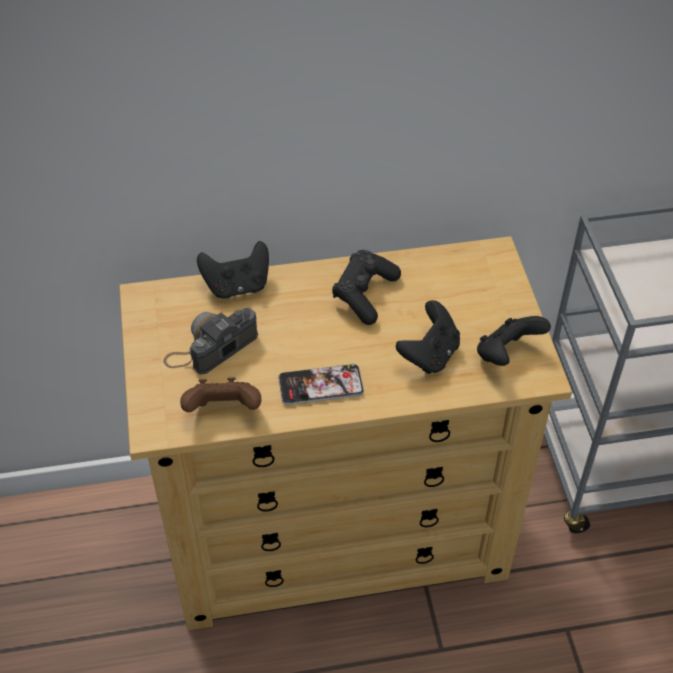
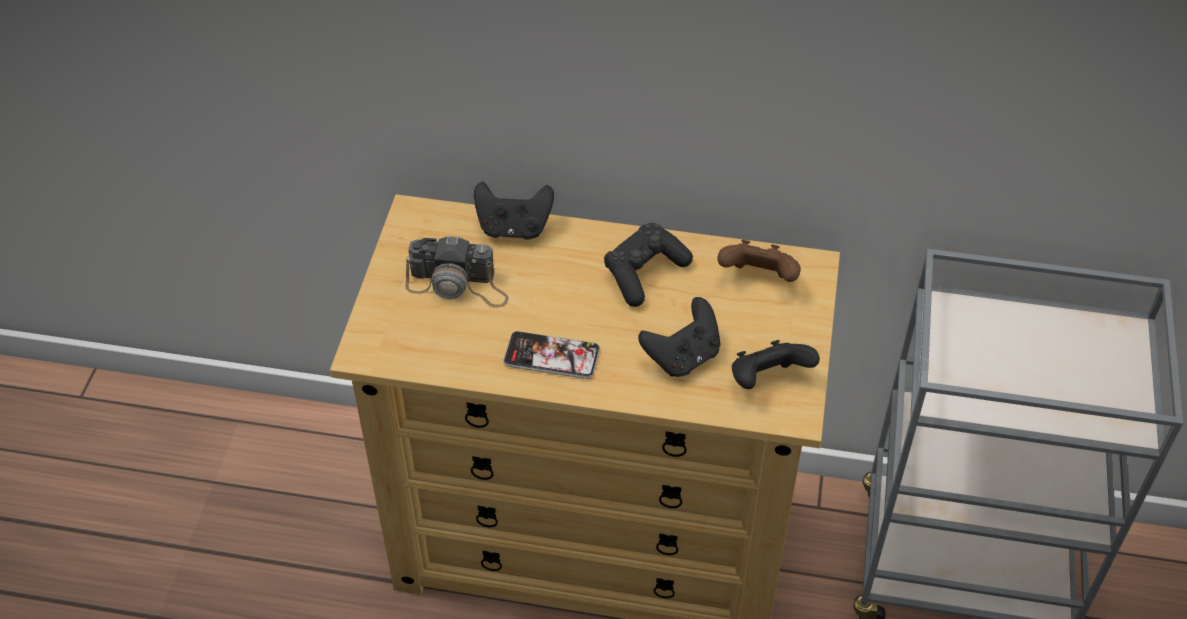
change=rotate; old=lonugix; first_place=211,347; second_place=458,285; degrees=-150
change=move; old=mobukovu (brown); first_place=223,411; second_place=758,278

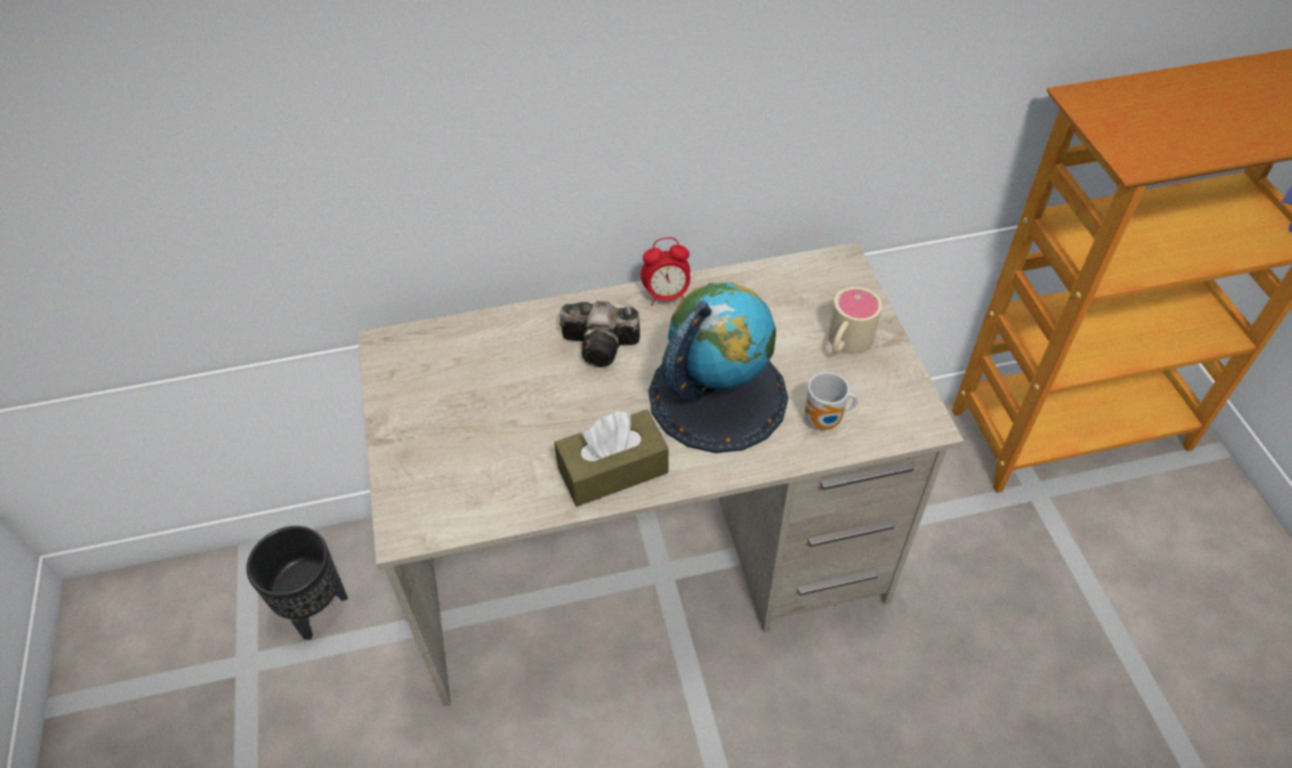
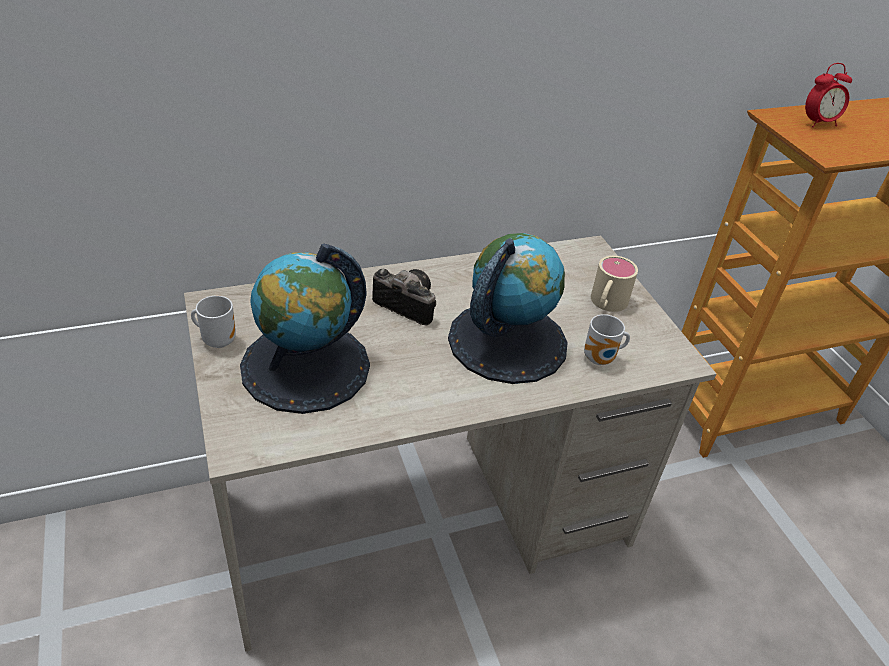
change=move; old=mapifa; first_place=666,296; second_place=818,123
change=rotate; old=lonugix; first_place=603,345; second_place=404,304; degrees=-150
change=delete; old=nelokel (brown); first_place=612,470
change=delete; old=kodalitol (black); first_place=317,609
change=insert; new=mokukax; second_place=305,367
change=insert; new=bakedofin; second_place=218,340

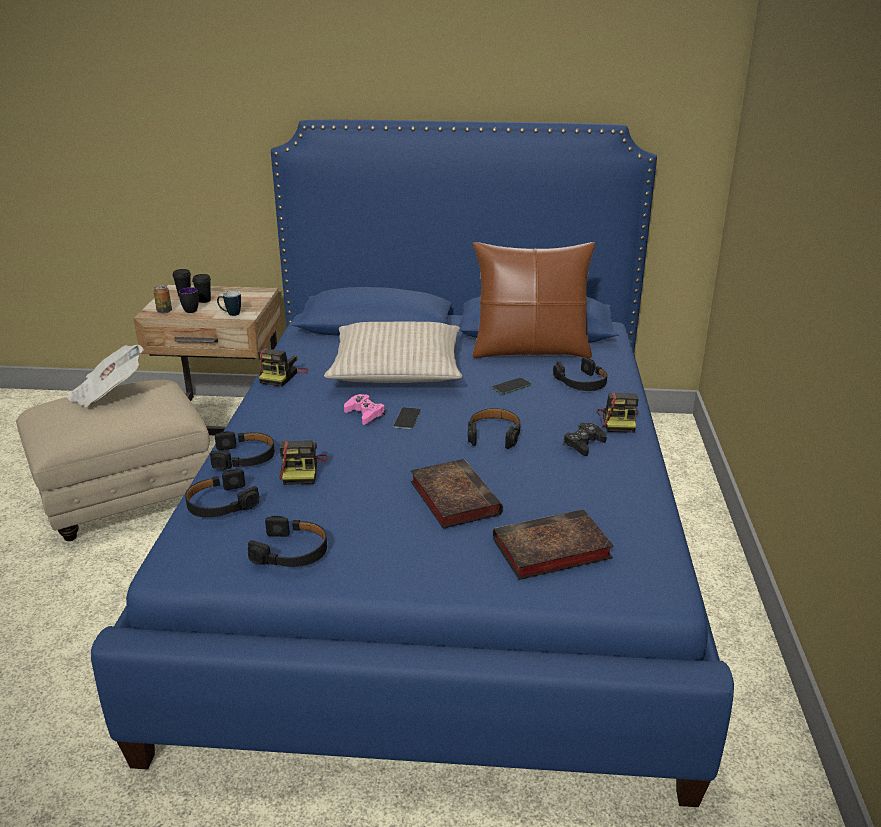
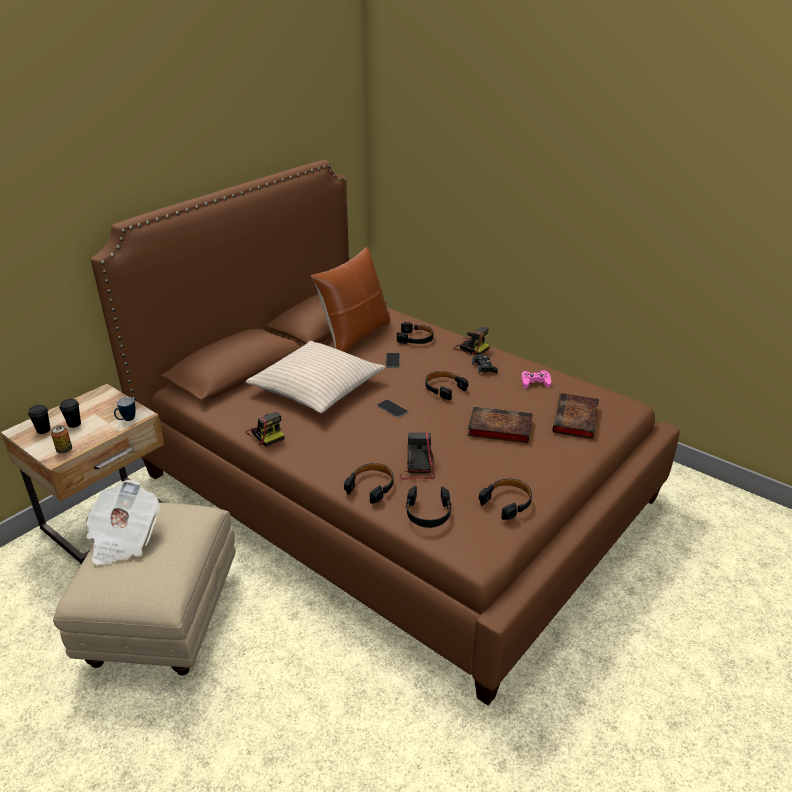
change=recolor; old=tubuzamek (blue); new=tubuzamek (brown); first_place=439,544; second_place=394,486
change=delete; old=bakedofin; first_place=189,310
change=move; old=mobukovu (pink); first_place=365,414; second_place=535,382
change=rotate; old=lonugix; first_place=302,470; second_place=418,467; degrees=-120

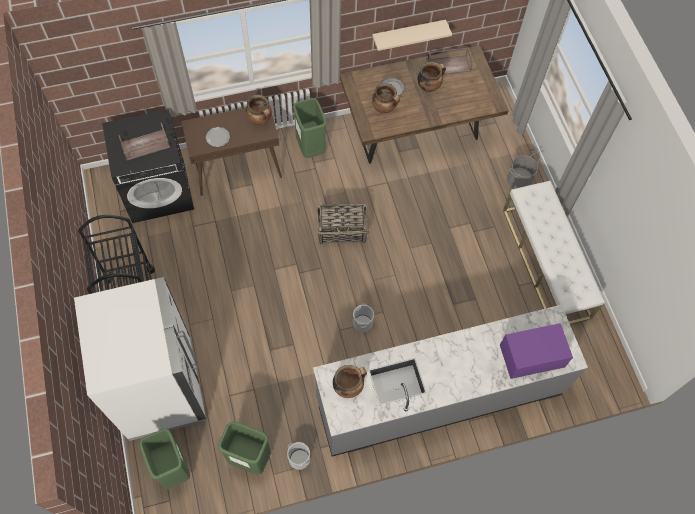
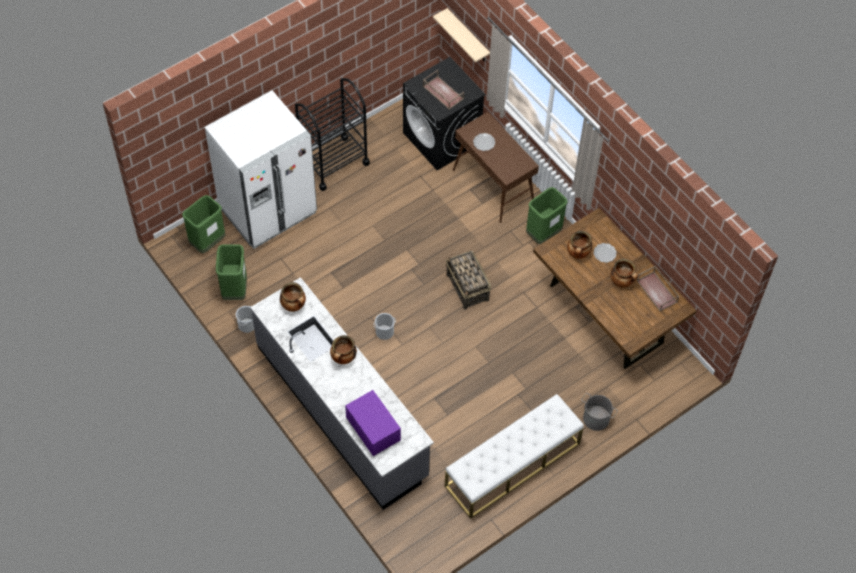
change=move; old=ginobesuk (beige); first_place=408,34; second_place=468,36
change=move; old=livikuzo; first_place=260,120; second_place=343,359

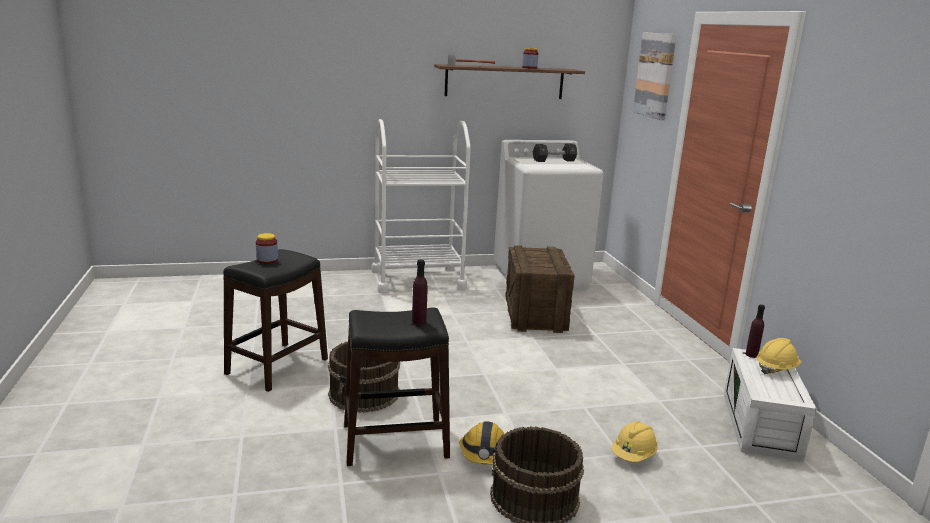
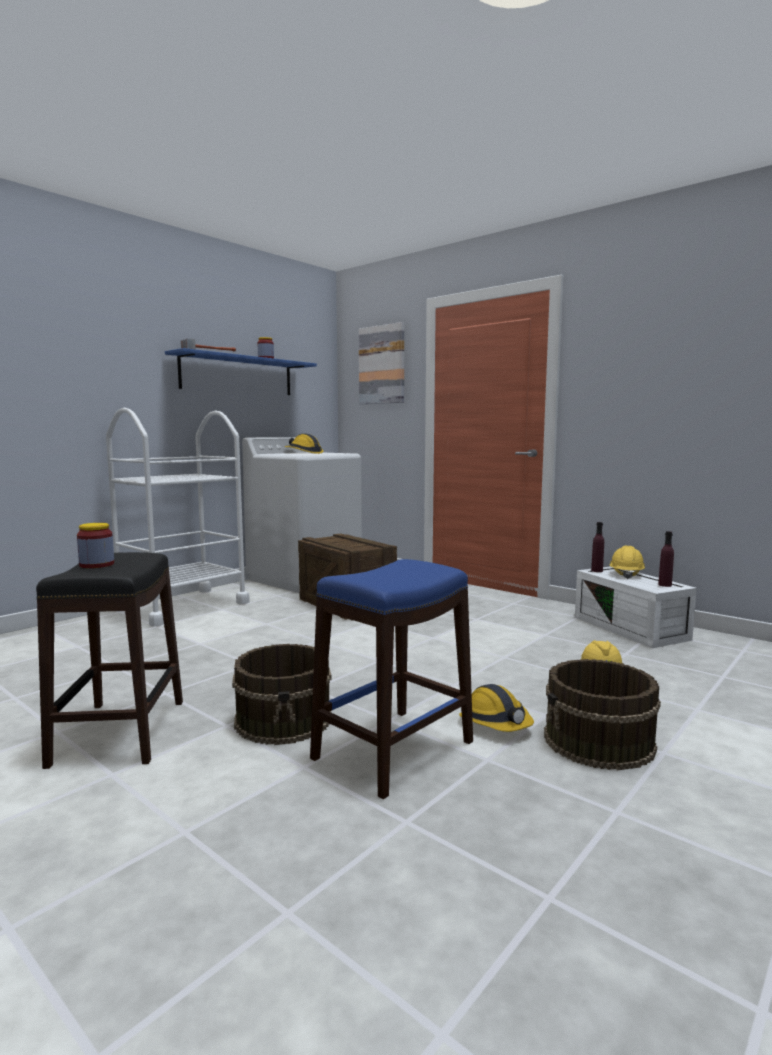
change=recolor; old=ginobesuk (brown); new=ginobesuk (blue); first_place=504,82; second_place=238,375
change=replace; old=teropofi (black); new=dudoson; first_place=554,160; second_place=304,453
change=move; old=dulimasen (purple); first_place=419,321; second_place=665,585
change=recolor; old=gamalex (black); new=gamalex (blue); first_place=394,440; second_place=392,750

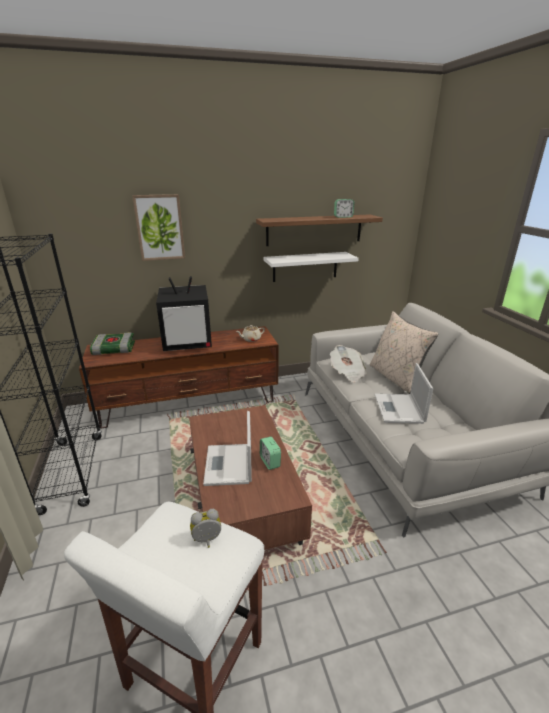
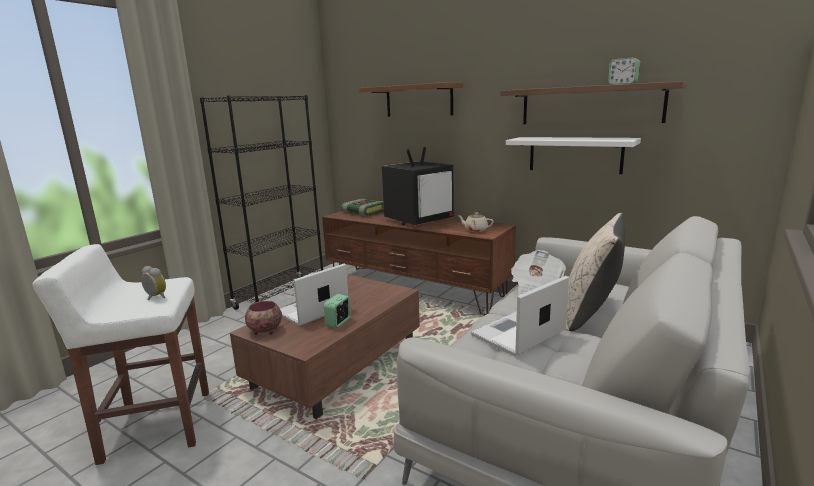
change=replace; old=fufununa; new=ginobesuk (brown); first_place=160,227; second_place=419,100
change=rotate; old=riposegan; first_place=188,343; second_place=419,220; degrees=-75
change=insert; new=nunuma; second_place=264,331

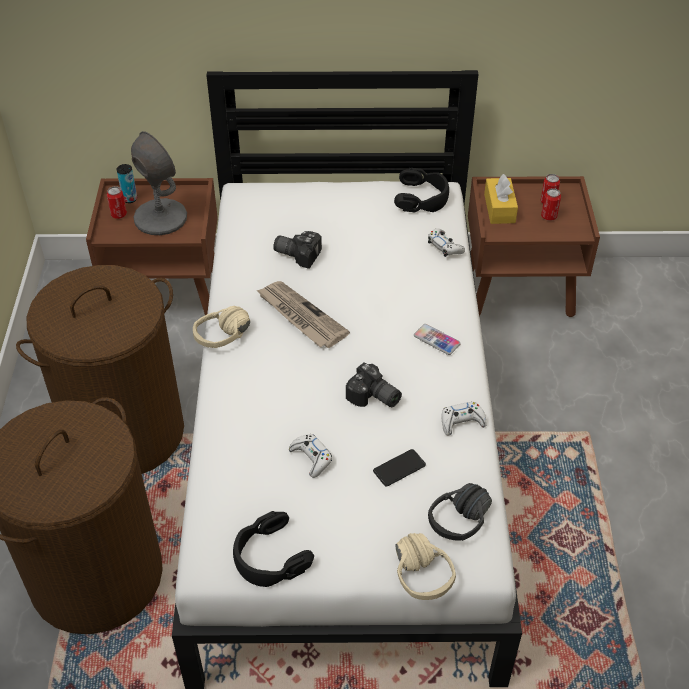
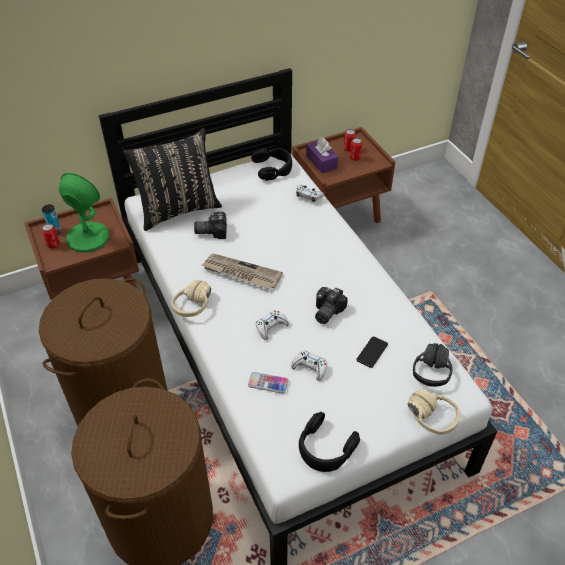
change=recolor; old=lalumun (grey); new=lalumun (green); first_place=160,218; second_place=87,237
change=recolor; old=nelokel (yellow); new=nelokel (purple); first_place=499,208; second_place=321,162
change=move; old=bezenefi; first_place=436,340; second_place=268,383
change=rotate; old=lonugix; first_place=373,398; second_place=325,311; degrees=105
change=move; old=mobukovu (white); first_place=461,422; second_place=271,327
change=insert; new=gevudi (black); second_place=178,209

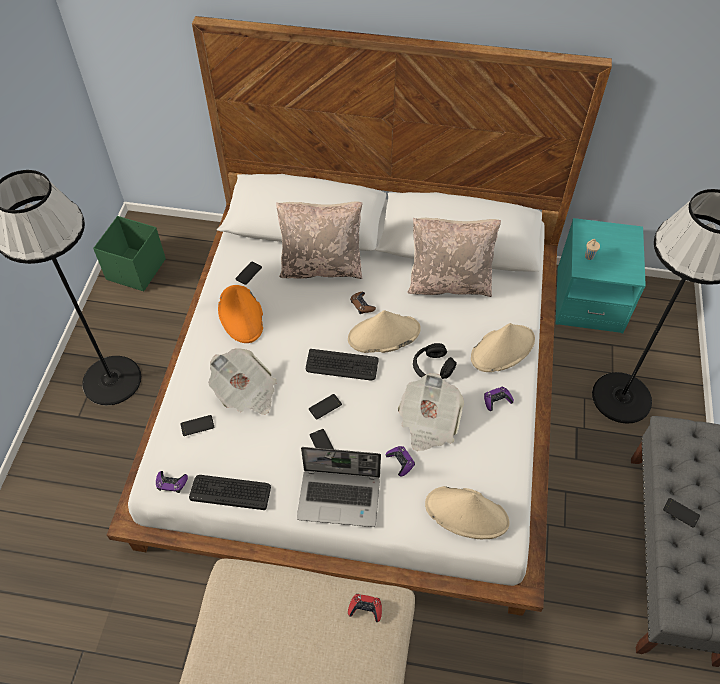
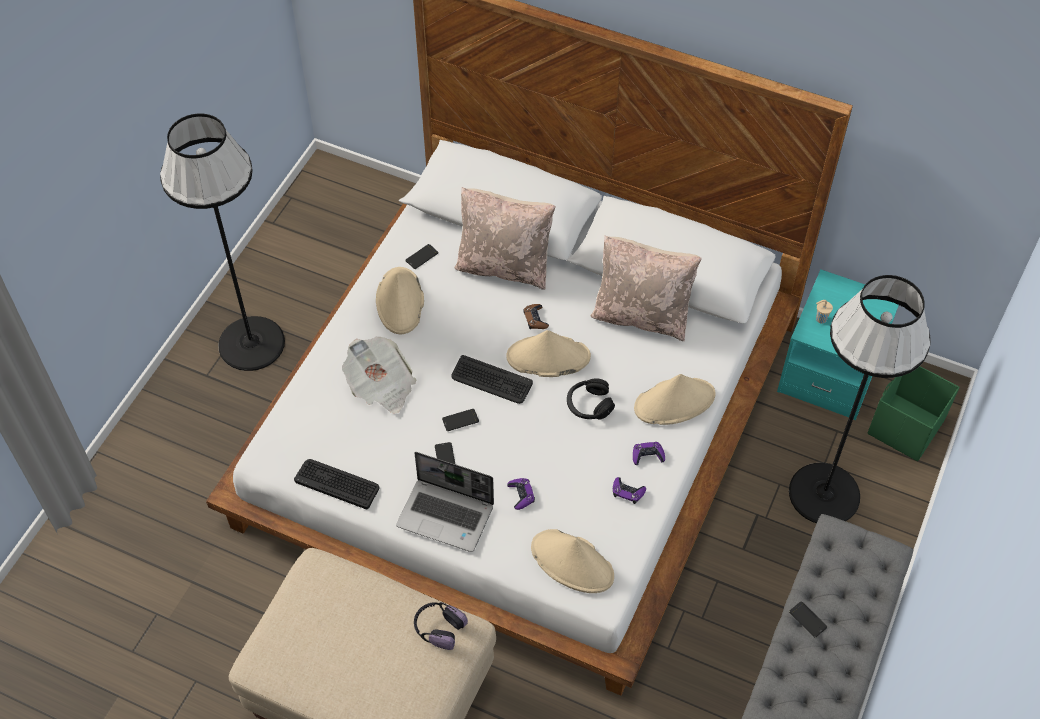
change=move; old=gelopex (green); first_place=135,270; second_place=904,428
change=recolor; old=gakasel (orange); new=gakasel (beige); first_place=241,315; second_place=400,302
change=delete; old=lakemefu; first_place=428,422
change=delete; old=bezenefi; first_place=197,425
change=move; old=mobukovu (purple); first_place=171,483; second_place=627,492
change=replace; old=mobukovu (red); new=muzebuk; first_place=365,609; second_place=439,628

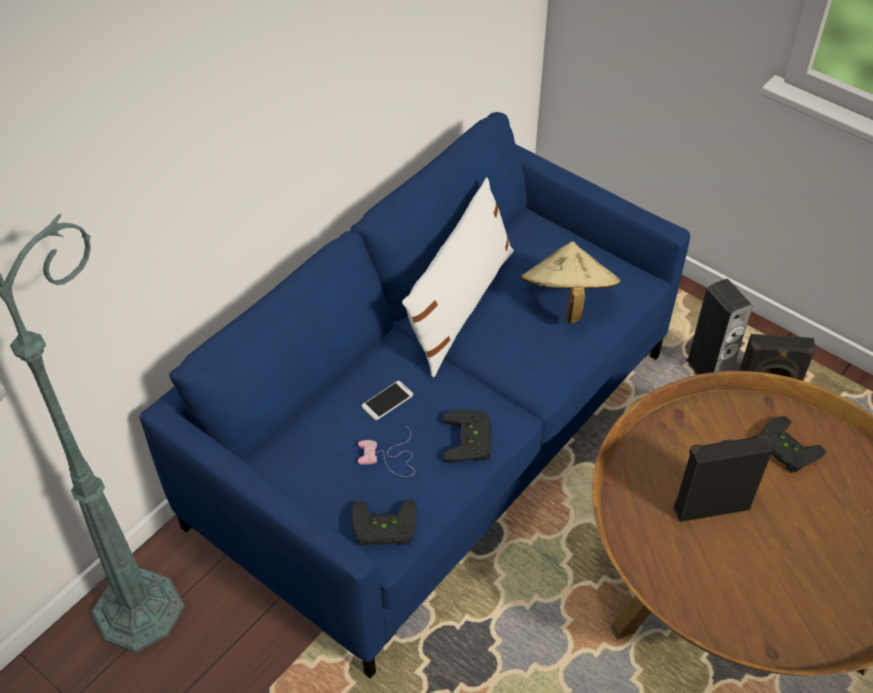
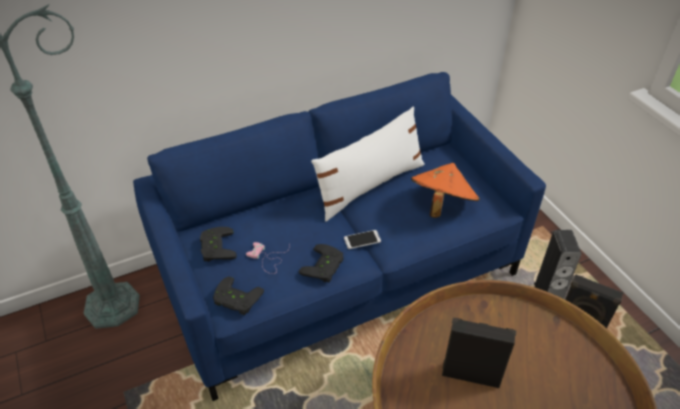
change=recolor; old=gakasel (beige); new=gakasel (orange); first_place=566,301; second_place=441,204
change=move; old=bezenefi; first_place=387,401; second_place=362,240
change=move; old=mobukovu (black); first_place=785,449; second_place=215,247

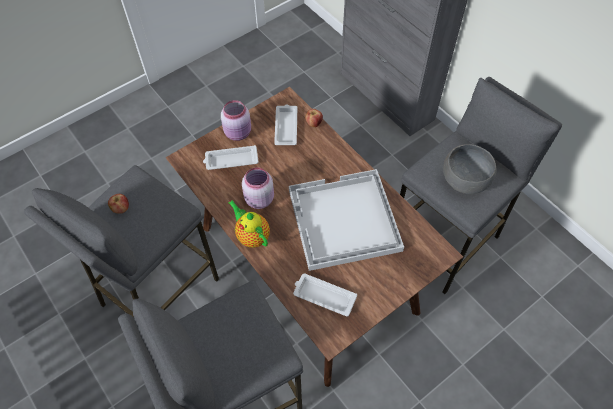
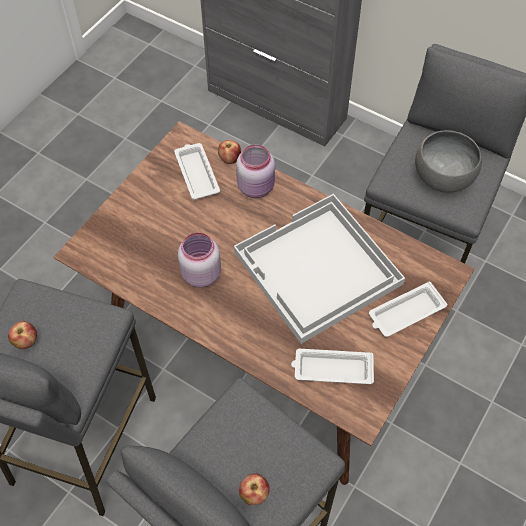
change=move; old=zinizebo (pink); first_place=239,133; second_place=257,187
change=move; old=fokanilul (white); first_place=230,160; second_place=405,313
change=delete; old=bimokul; first_place=252,236
change=insert; new=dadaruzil; second_place=254,494

